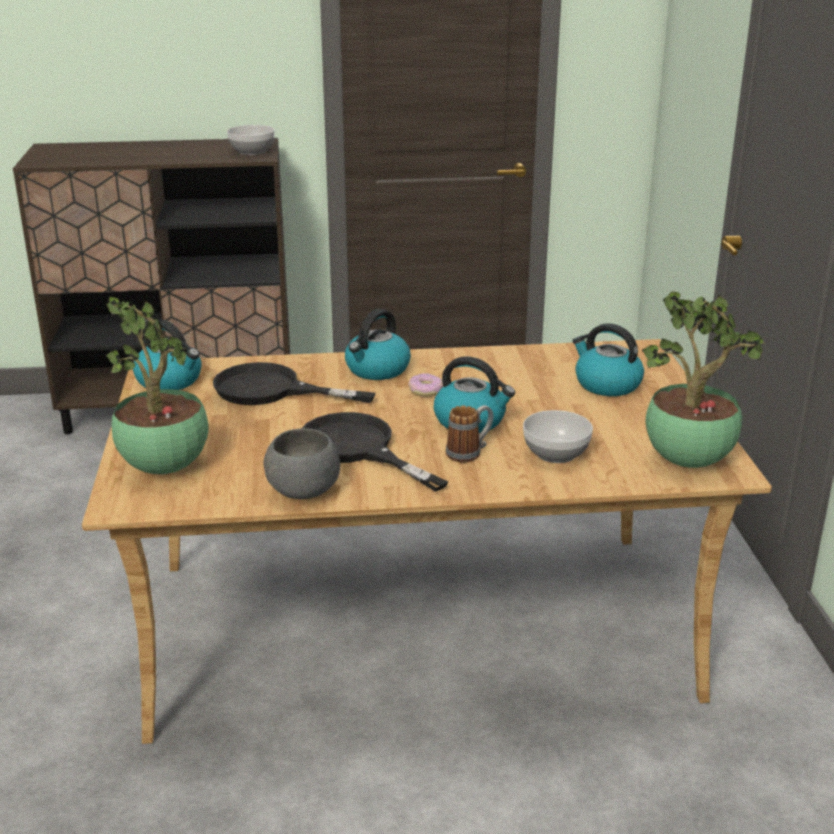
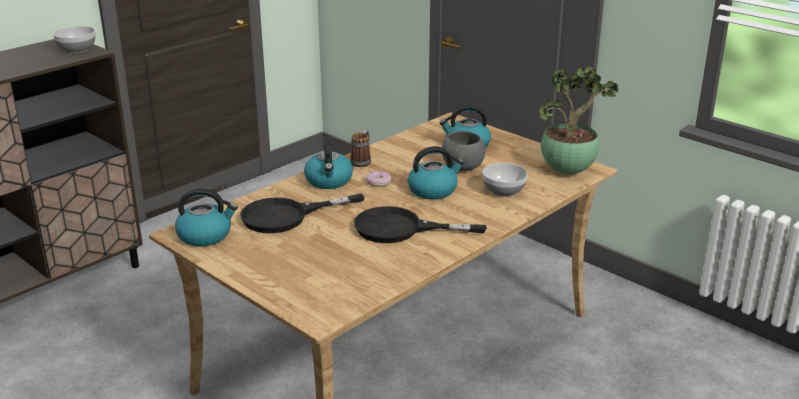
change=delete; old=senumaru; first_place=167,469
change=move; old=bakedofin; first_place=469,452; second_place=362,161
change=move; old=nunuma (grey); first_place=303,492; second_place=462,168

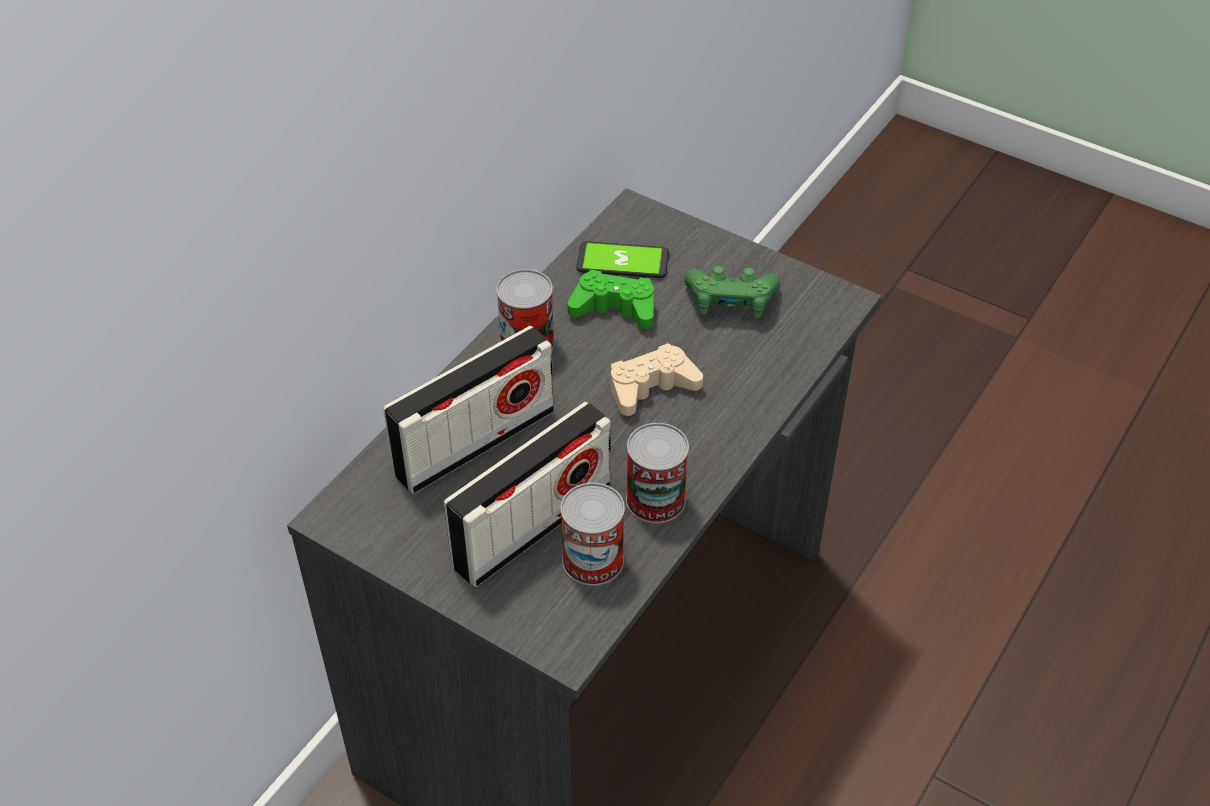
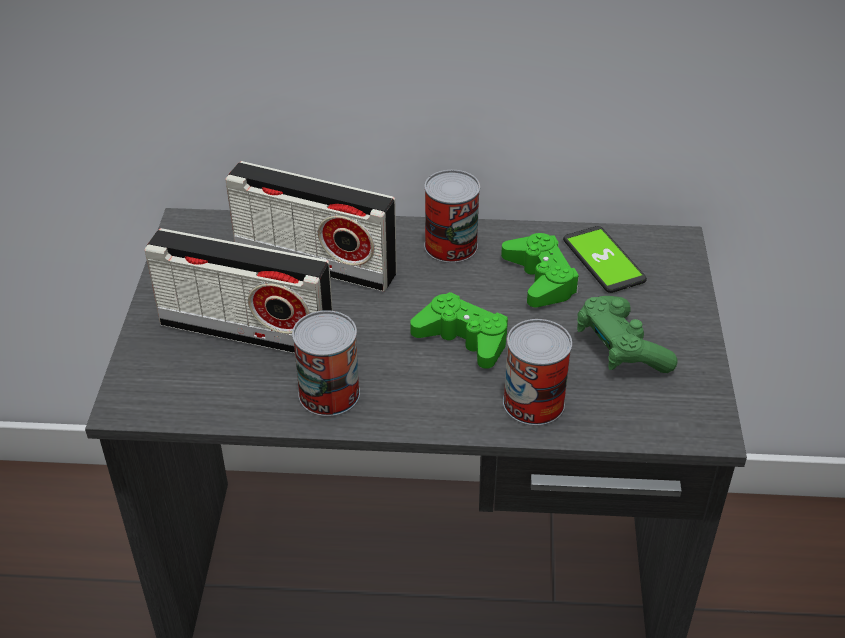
change=recolor; old=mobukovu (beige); new=mobukovu (green); first_place=651,387; second_place=463,339
change=move; old=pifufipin; first_place=593,560; second_place=533,403

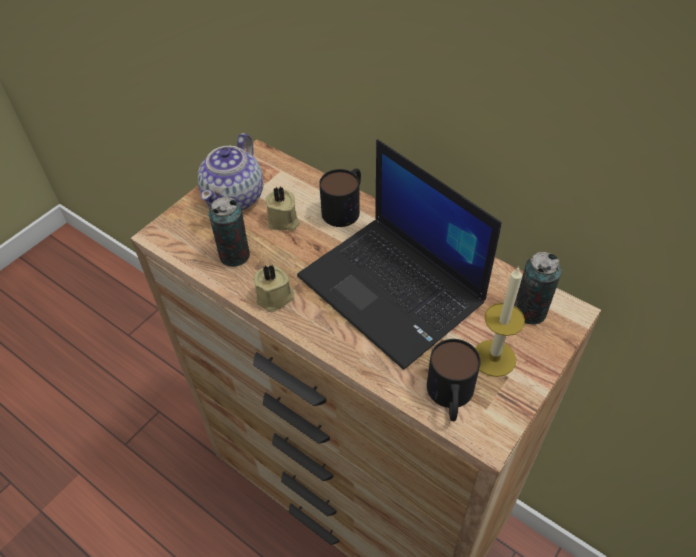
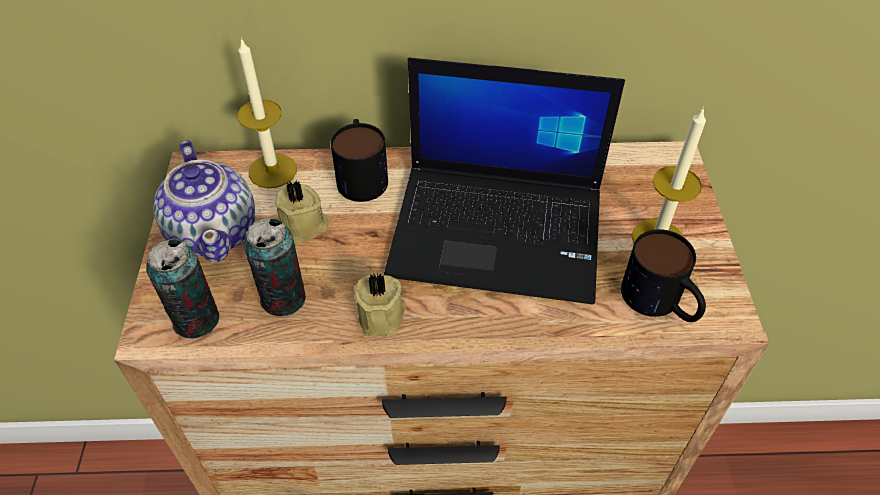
change=move; old=pifufipin; first_place=529,311; second_place=196,320
change=insert; new=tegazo; second_place=273,171

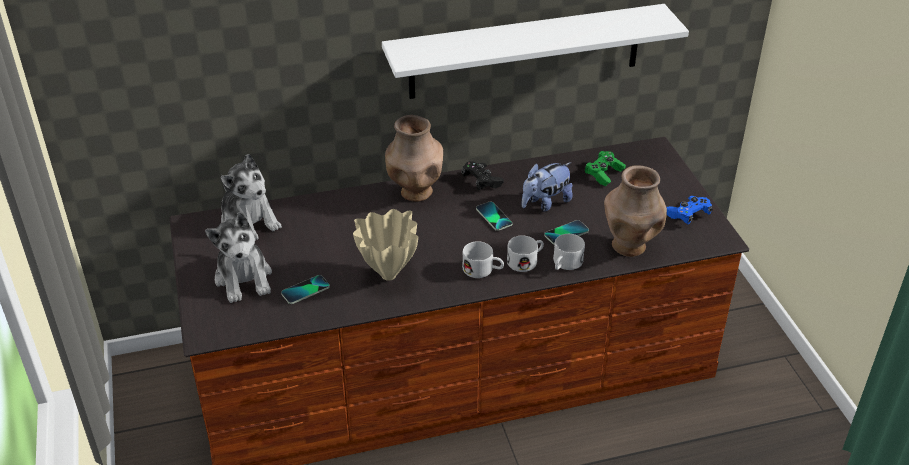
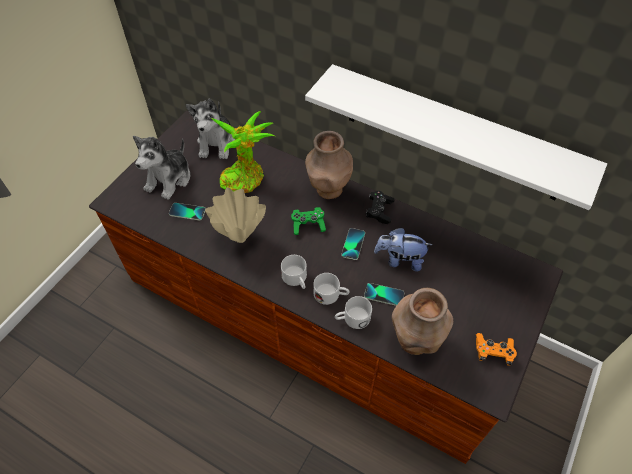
change=move; old=mobukovu (green); first_place=604,174; second_place=308,225
change=recolor; old=mobukovu (blue); new=mobukovu (orange); first_place=688,215; second_place=493,352
change=insert; new=senumaru; second_place=245,177

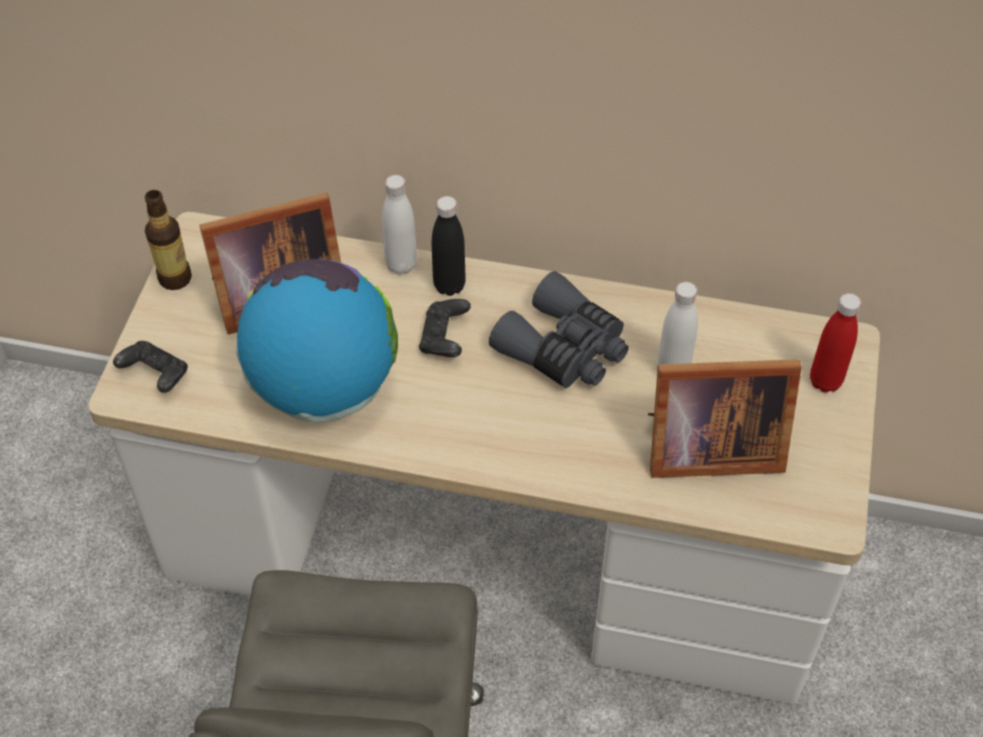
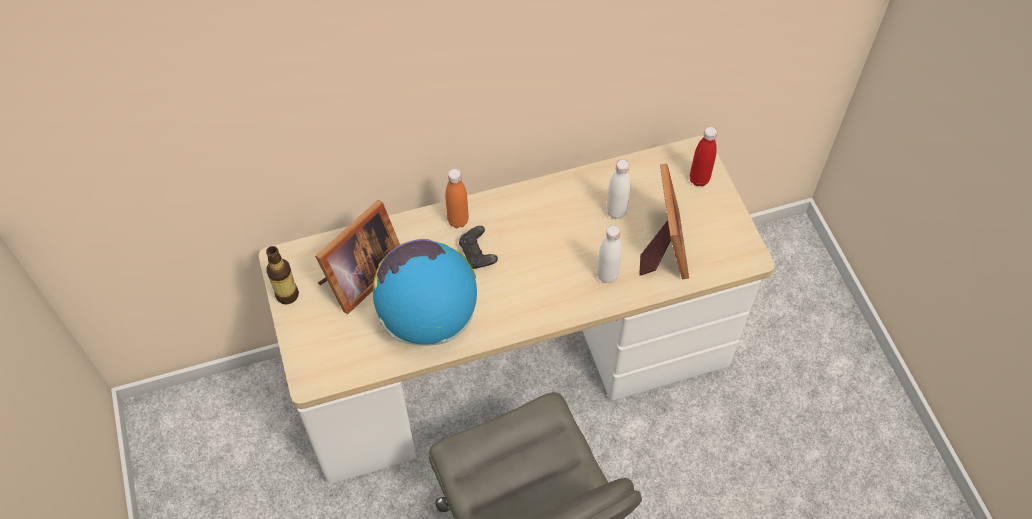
change=move; old=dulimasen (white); first_place=401,264; second_place=607,275
change=recolor; old=dulimasen (black); new=dulimasen (orange); first_place=449,285; second_place=458,221
change=delete; old=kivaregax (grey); first_place=564,349
change=delete; old=mobukovu (black); first_place=156,375
change=rotate; old=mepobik; first_place=707,448; second_place=663,248; degrees=-60

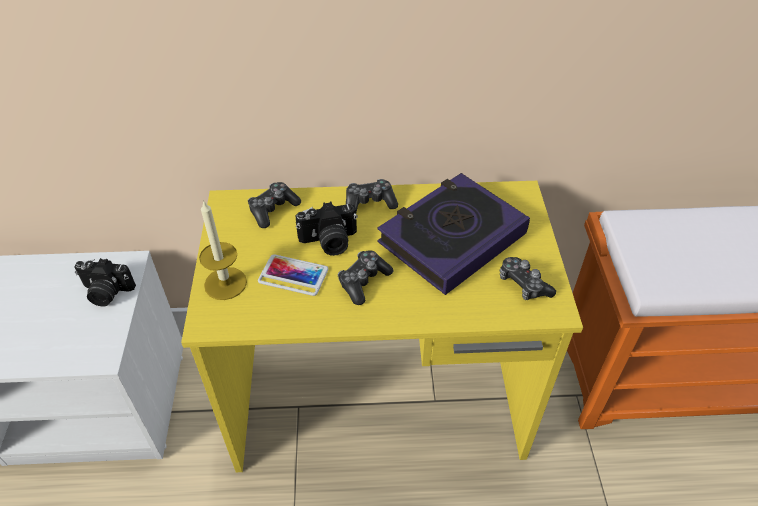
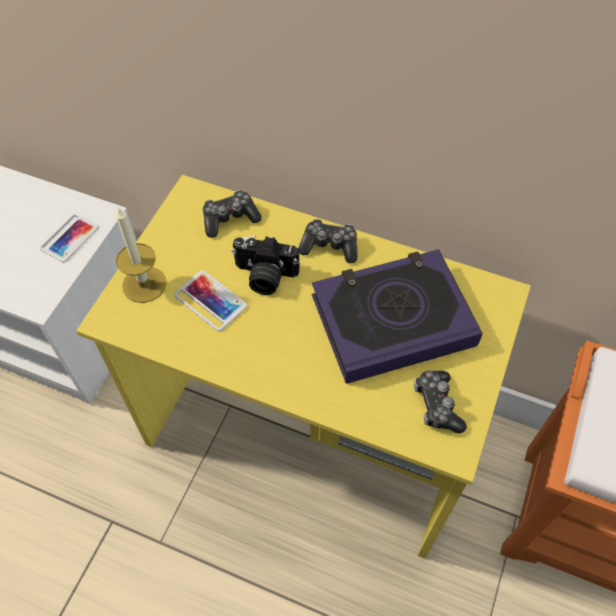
change=delete; old=mobukovu; first_place=363,281
change=replace; old=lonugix; new=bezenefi; first_place=106,292; second_place=69,238

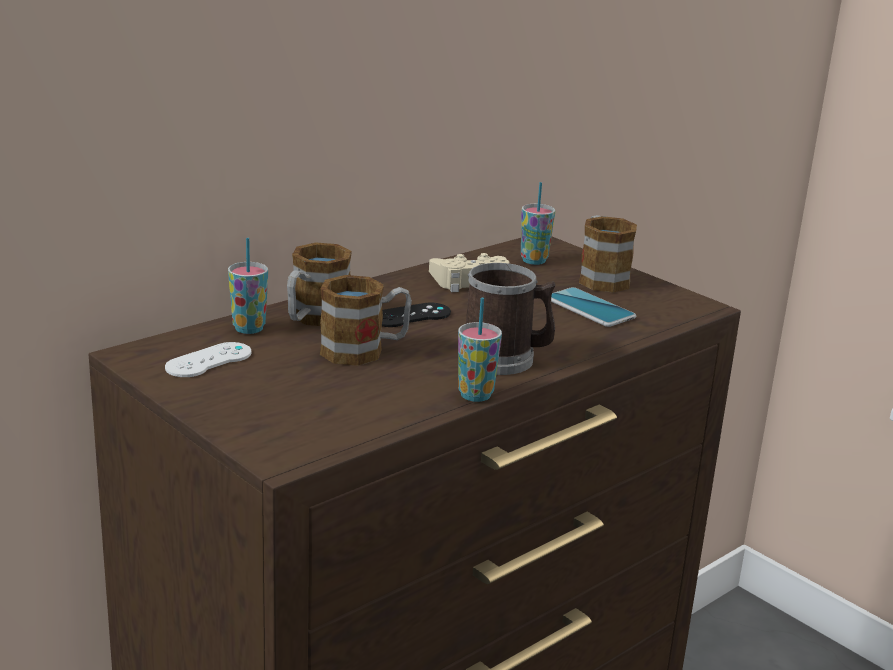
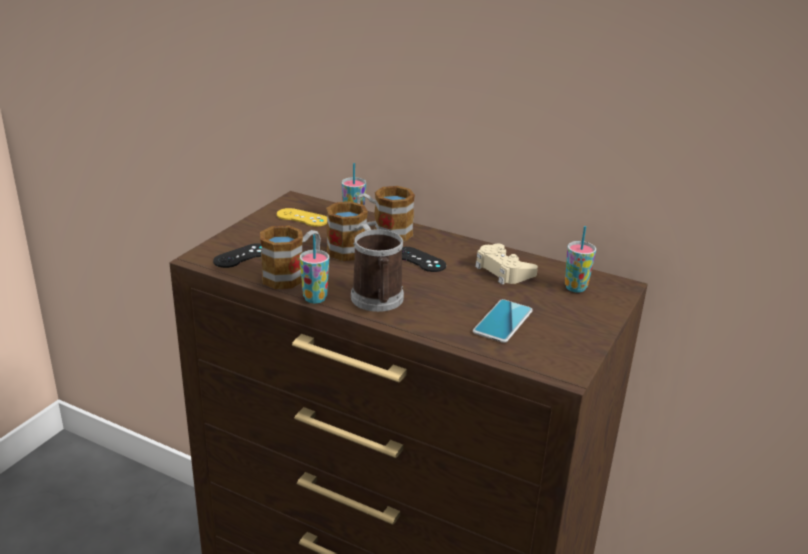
change=move; old=bakedofin; first_place=600,277; second_place=292,276
change=recolor; old=mobukovu (white); new=mobukovu (yellow); first_place=209,360; second_place=302,218
change=insert; new=mobukovu (black); second_place=241,256

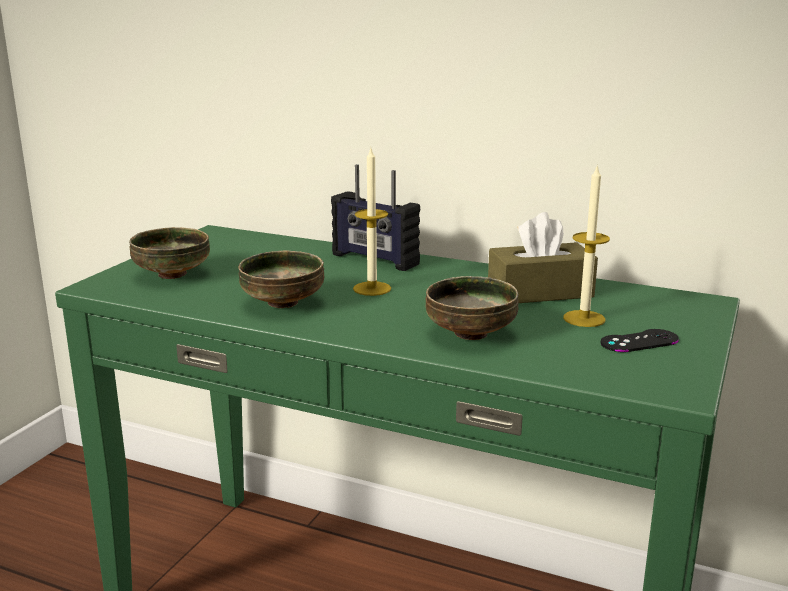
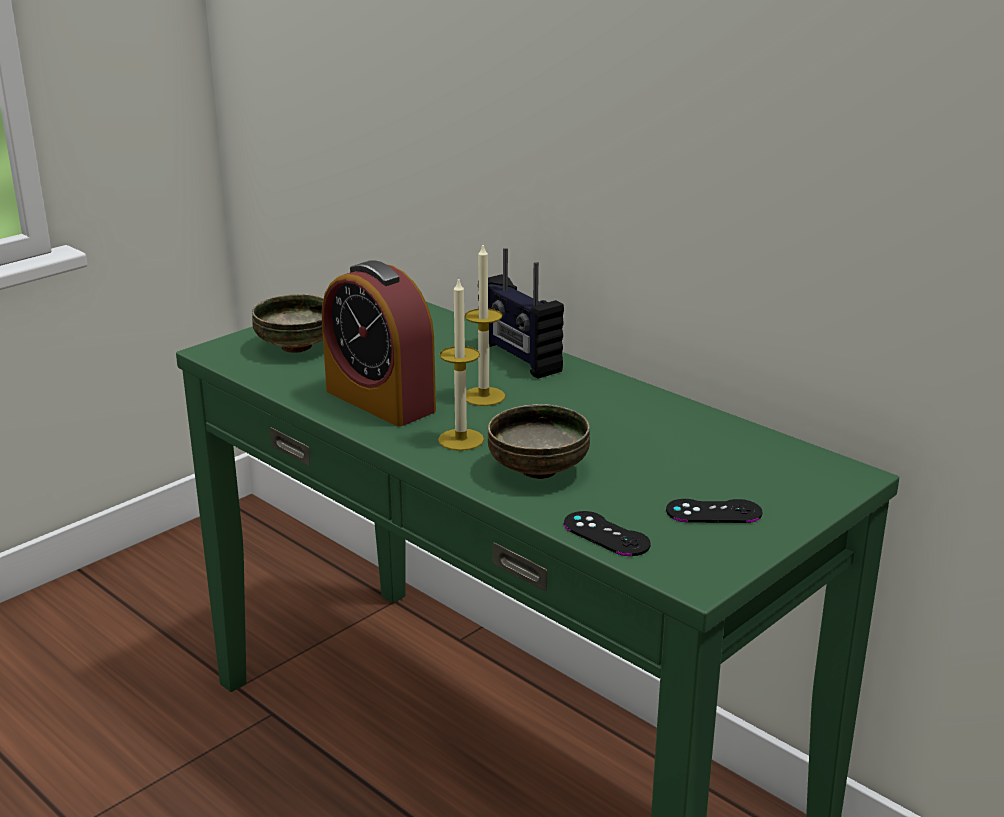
change=move; old=tegazo; first_place=584,318; second_place=461,440
change=delete; old=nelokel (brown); first_place=540,292
change=replace; old=nunuma; new=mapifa; first_place=284,303; second_place=380,401
change=insert; new=mobukovu (black); second_place=606,534

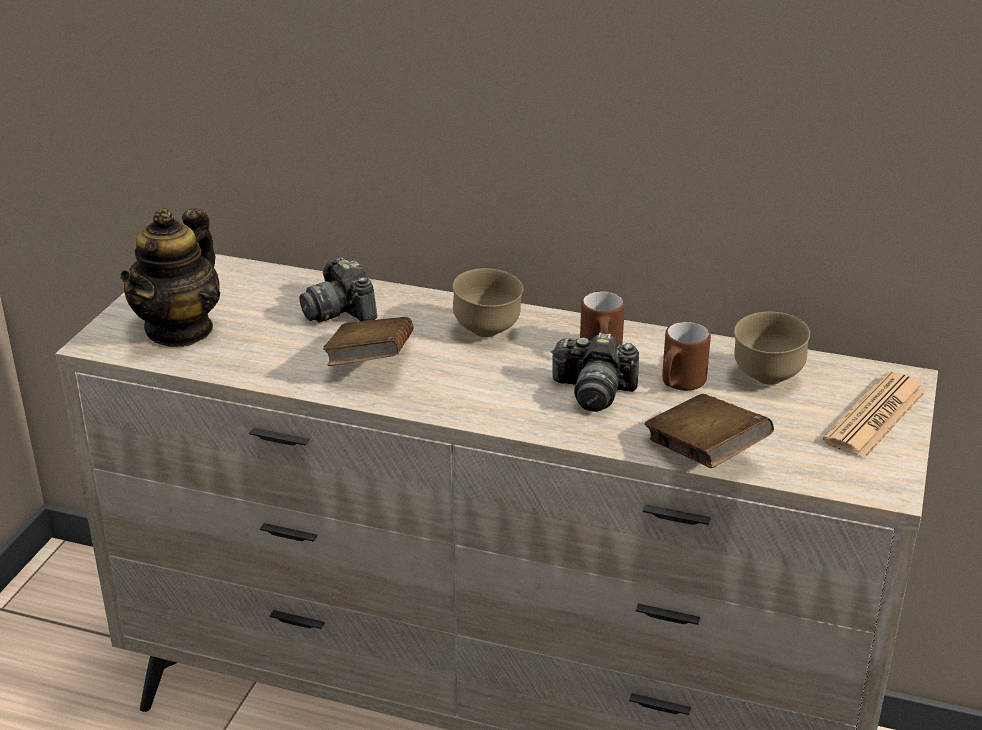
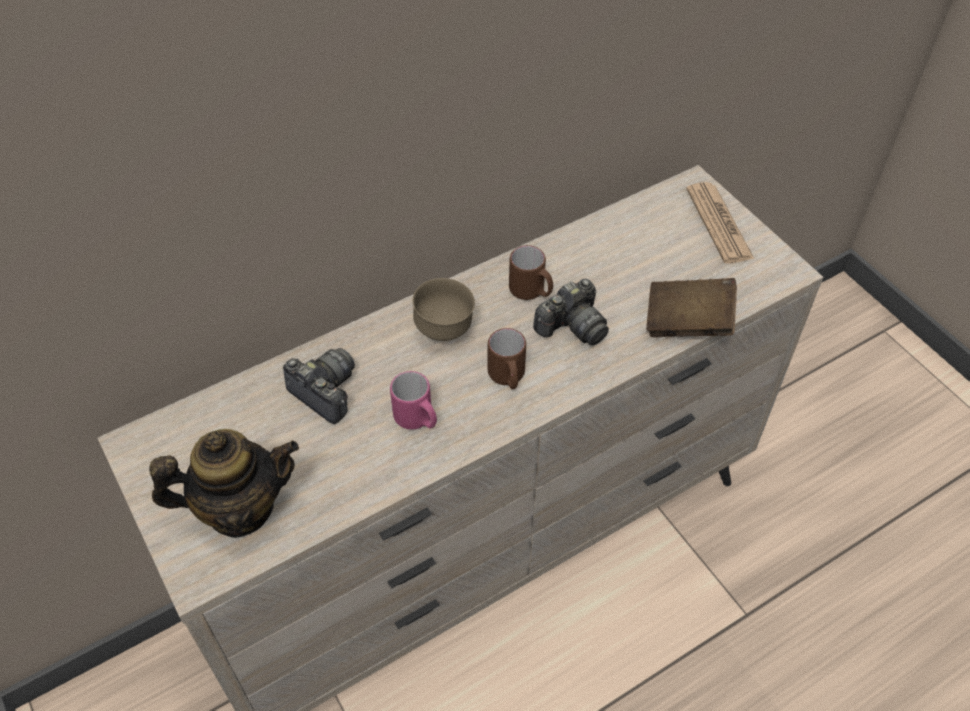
change=rotate; old=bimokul; first_place=180,330; second_place=240,508; degrees=-75
change=rotate; old=lonugix; first_place=340,311; second_place=325,392; degrees=-150
change=delete; old=nunuma (brown); first_place=766,379
change=replace; old=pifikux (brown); new=bakedofin (pink); first_place=370,364; second_place=417,420
change=move; old=bakedofin (brown); first_place=679,385; second_place=507,378

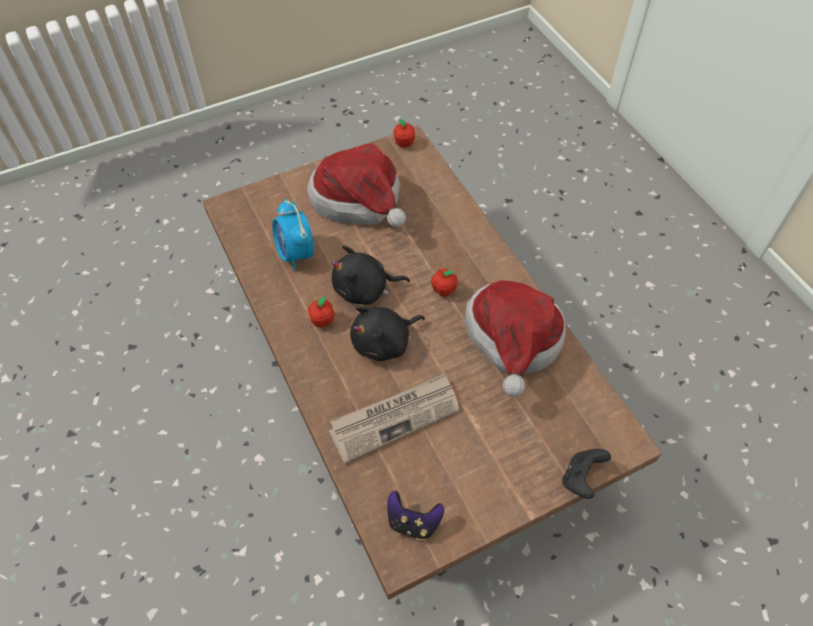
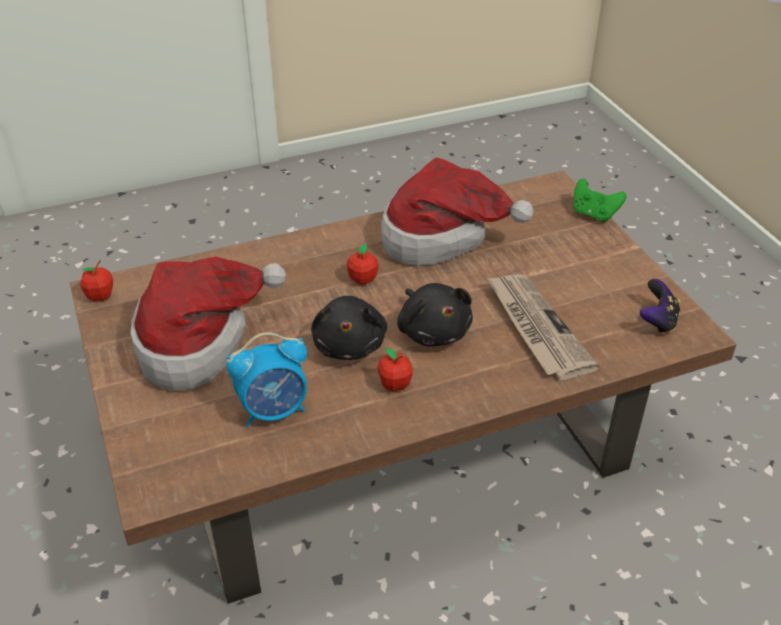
change=recolor; old=mobukovu (black); new=mobukovu (green); first_place=581,478; second_place=594,214

